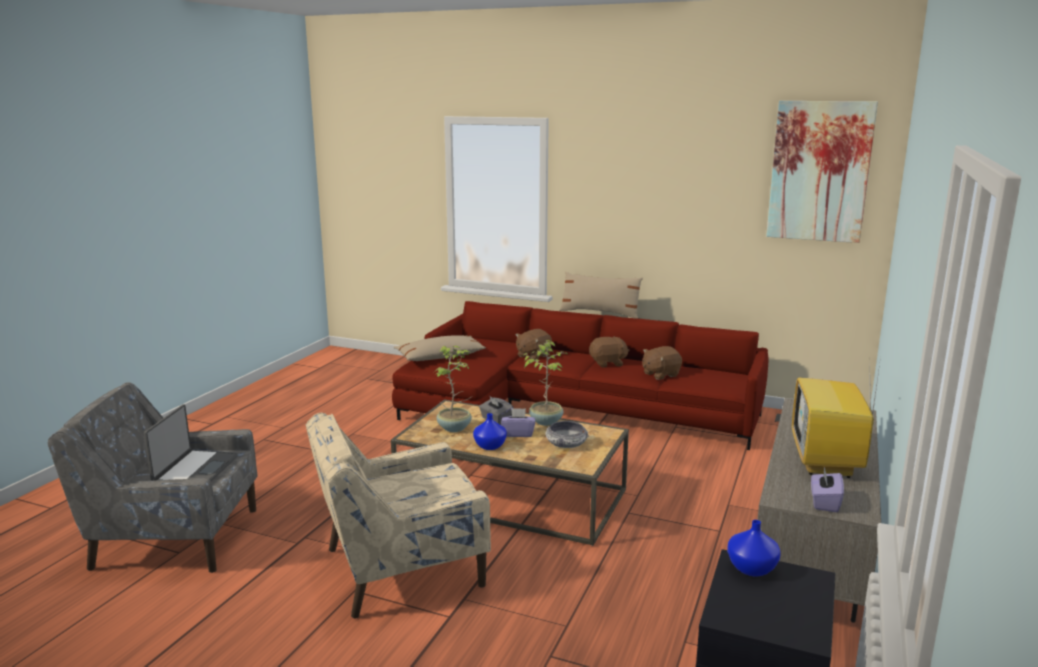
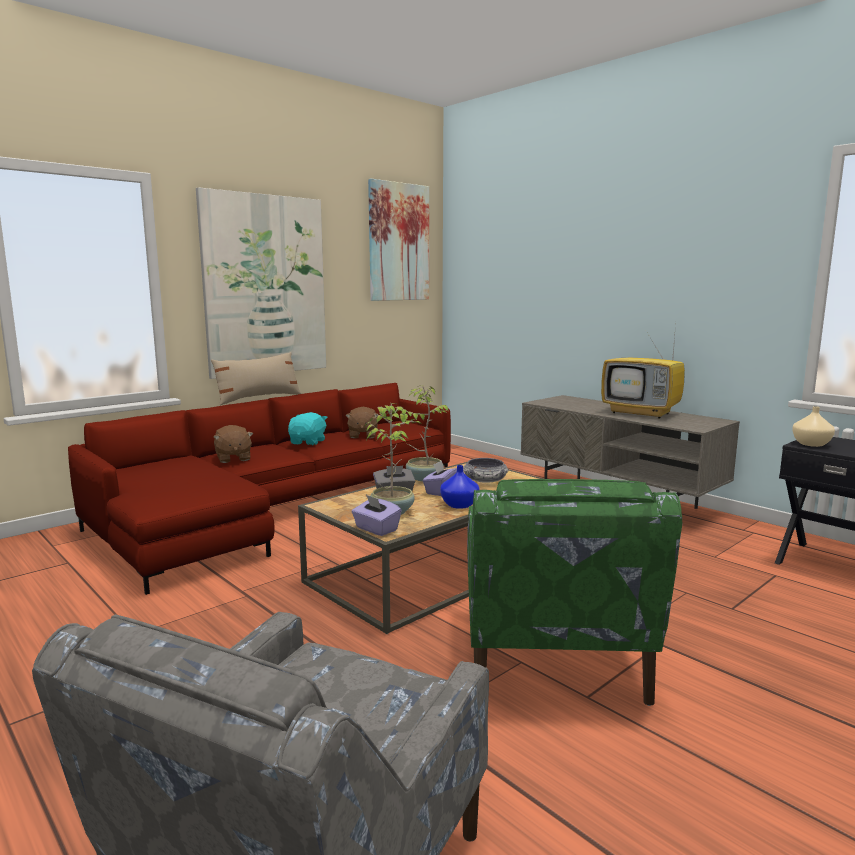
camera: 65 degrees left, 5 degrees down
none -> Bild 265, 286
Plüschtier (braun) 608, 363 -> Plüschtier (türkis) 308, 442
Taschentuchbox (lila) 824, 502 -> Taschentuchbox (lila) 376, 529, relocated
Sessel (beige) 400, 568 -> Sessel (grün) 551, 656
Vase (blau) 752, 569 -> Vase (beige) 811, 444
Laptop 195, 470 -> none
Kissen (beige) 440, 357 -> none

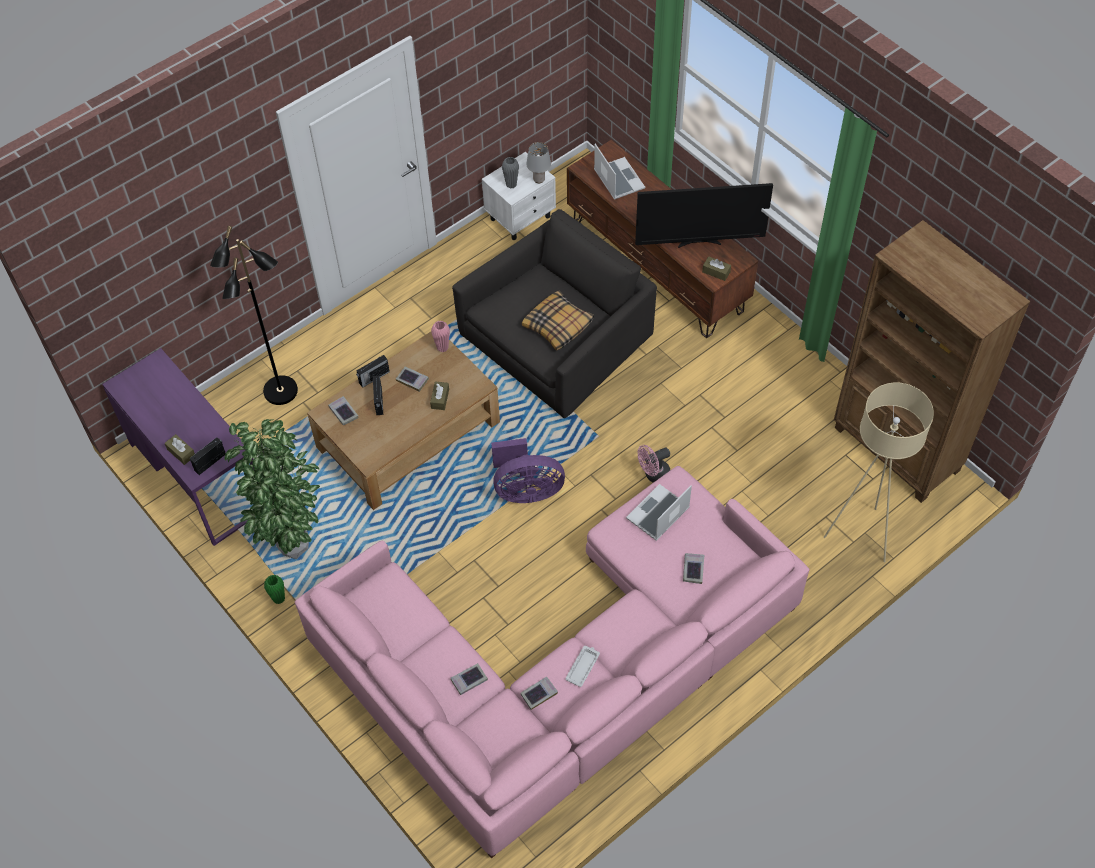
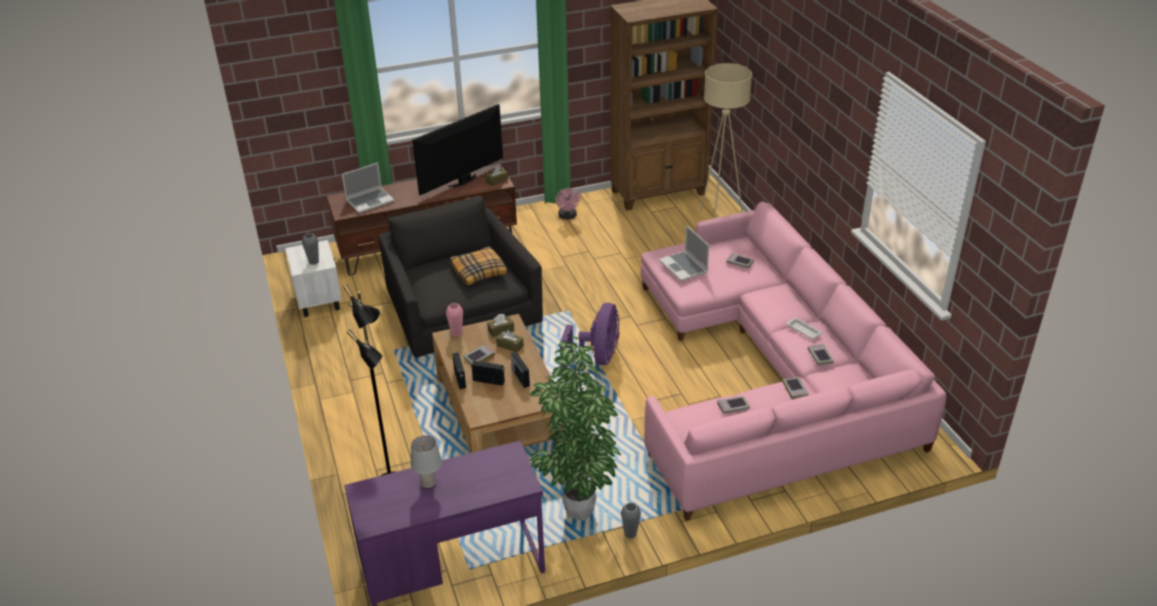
camera: 70 degrees left, 20 degrees down
Laptop 618, 179 -> Laptop 370, 201, 150 degrees clockwise
Tischlampe (grau) 539, 179 -> Tischlampe (grau) 428, 483, relocated
Fernseher 699, 242 -> Fernseher 463, 181, 150 degrees counterclockwise
Taschentuchbox (braun) 181, 452 -> Taschentuchbox (braun) 501, 330, relocated
Radio 211, 462 -> Radio 520, 377, relocated
Ventilator (rosa) 653, 475 -> Ventilator (rosa) 568, 216, relocated
Vase (grün) 279, 599 -> Vase (grau) 630, 534
Buch 343, 412 -> Buch 733, 407, relocated

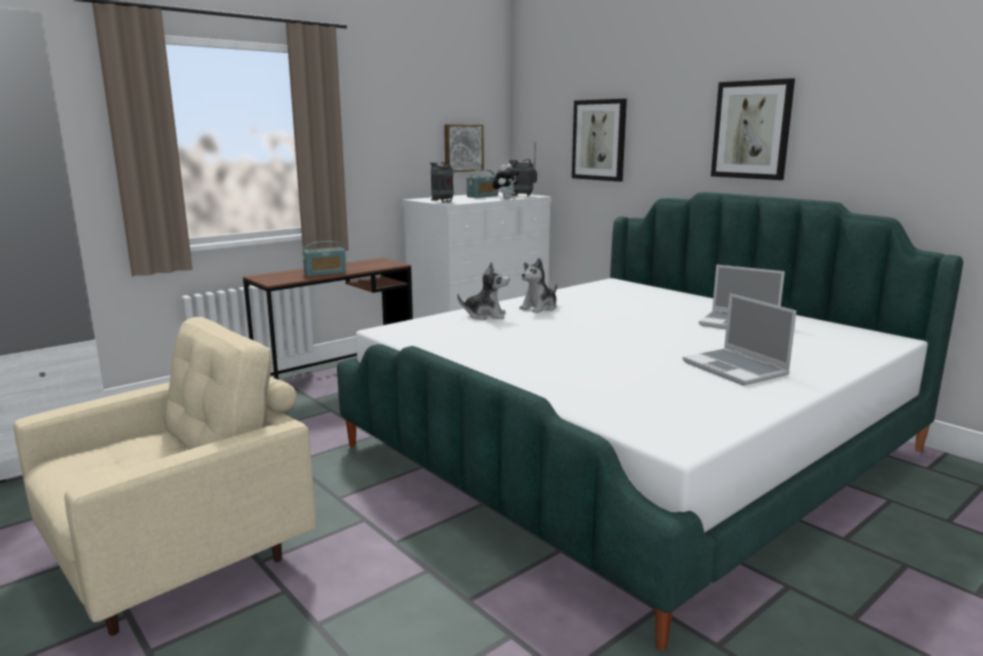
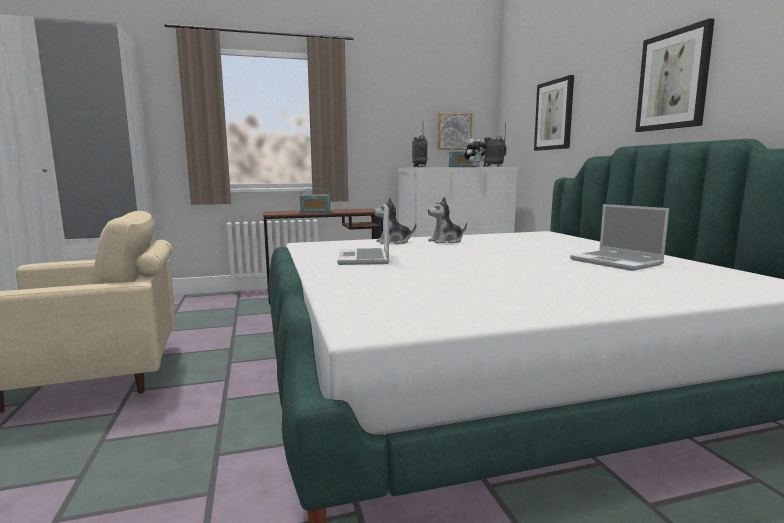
camera: 25 degrees right, 5 degrees down
Laptop 736, 369 -> Laptop 364, 258, relocated
Plüschtier 485, 315 -> Plüschtier 394, 242, 135 degrees clockwise

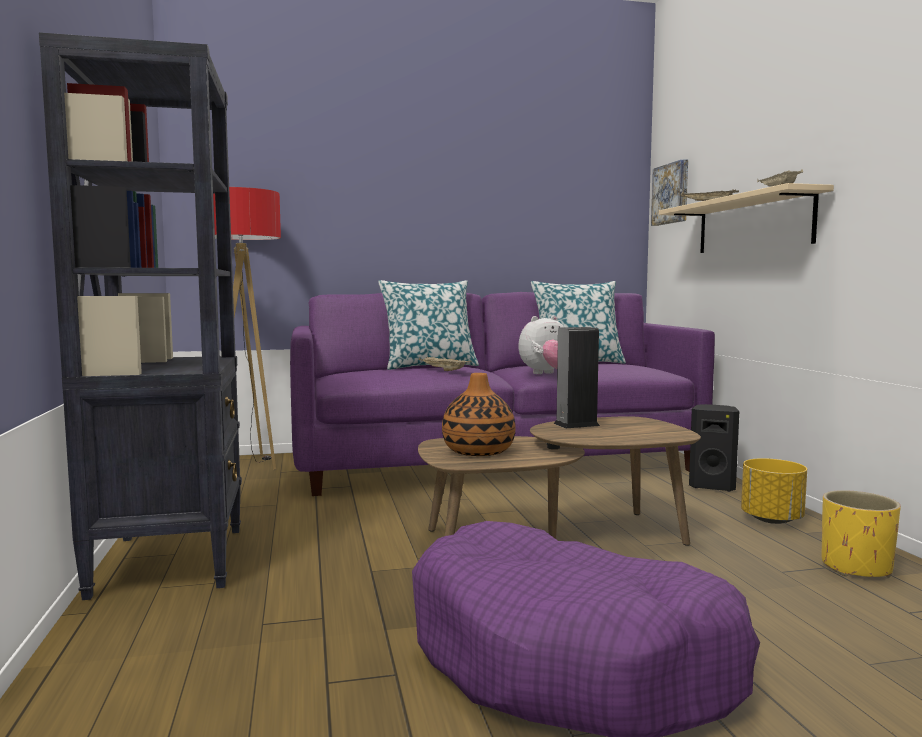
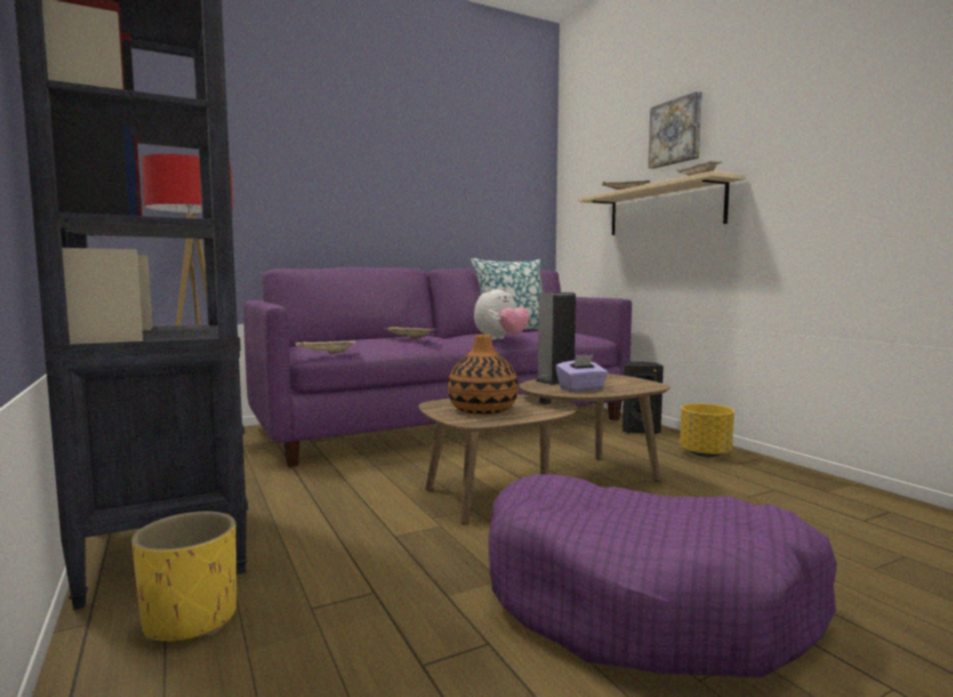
camera: 15 degrees left, 0 degrees up
Pflanzkübel (gelb) 856, 568 -> Pflanzkübel (gelb) 190, 620, relocated
none -> Tablett (beige) 326, 353
none -> Taschentuchbox (lila) 581, 389
Bild 672, 194 -> Bild 676, 132, relocated
Kissen 429, 366 -> none

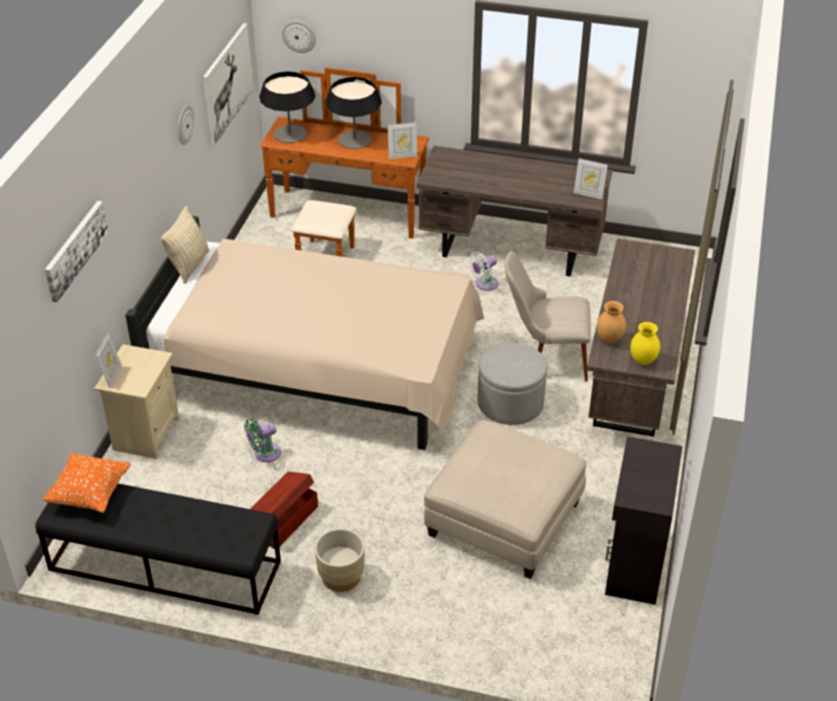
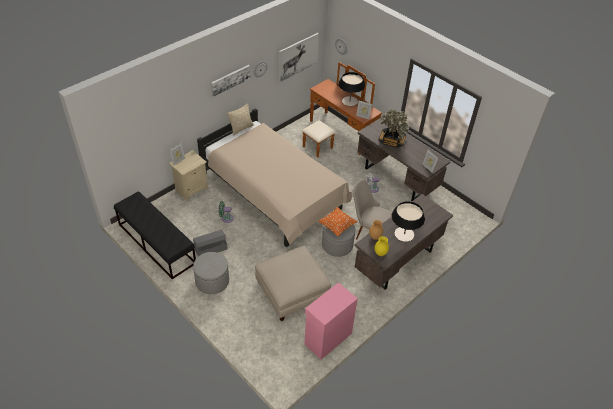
camera: 30 degrees right, 5 degrees up
Aufbewahrungsbox (braun) 283, 521 -> Aufbewahrungsbox (grau) 210, 248
Pflanzkübel (beige) 341, 577 -> Polsterhocker (grau) 212, 281
Bild 75, 249 -> Bild 230, 80, relocated
Schrank (schwarz) 634, 564 -> Schrank (rosa) 327, 338
Kissen (orange) 90, 494 -> Kissen (orange) 337, 226, relocated
none -> Topfpflanze 391, 141
Tischlampe 290, 134 -> Tischlampe 404, 234, relocated

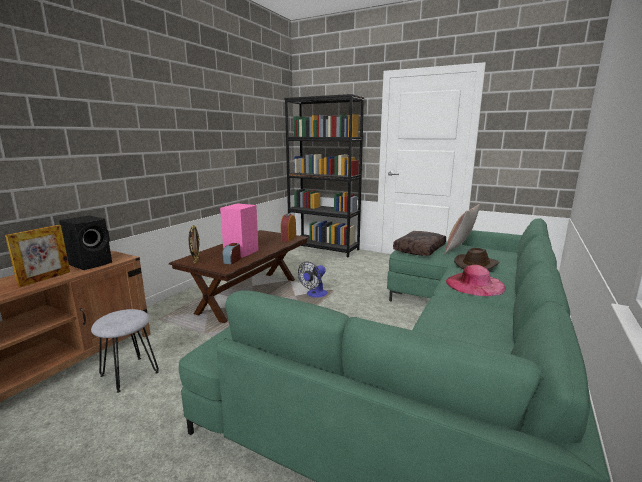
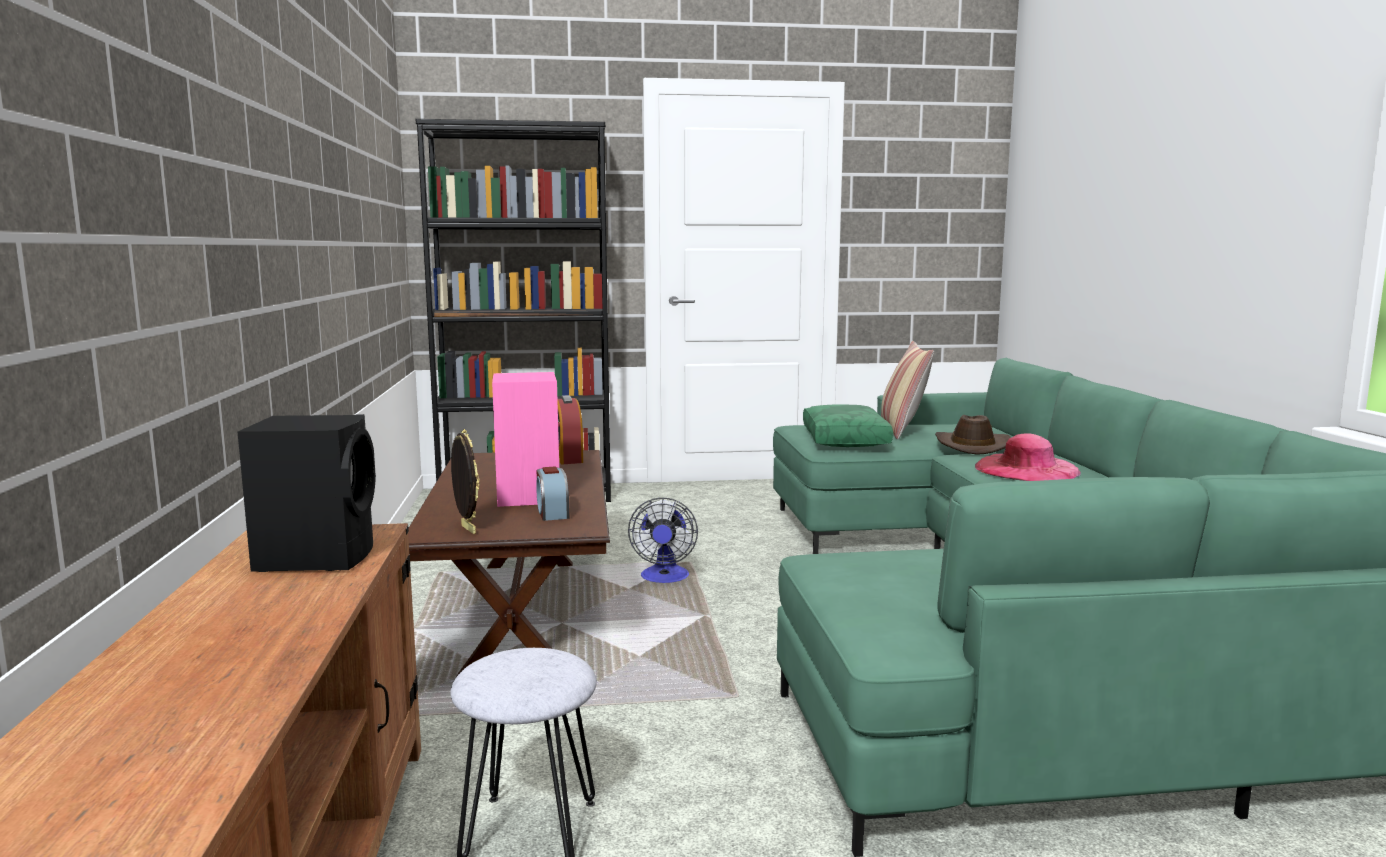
camera: 35 degrees left, 5 degrees down
Kissen (braun) 420, 249 -> Kissen (grün) 846, 439
Bilderrahmen 45, 279 -> none

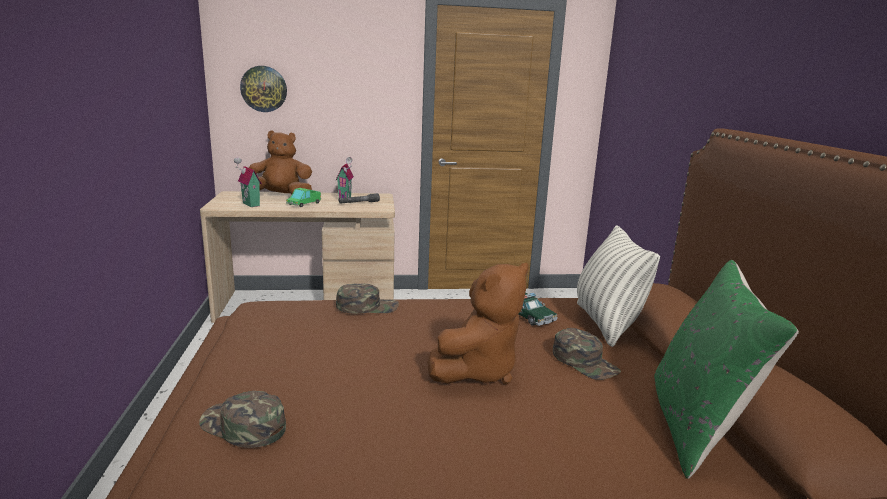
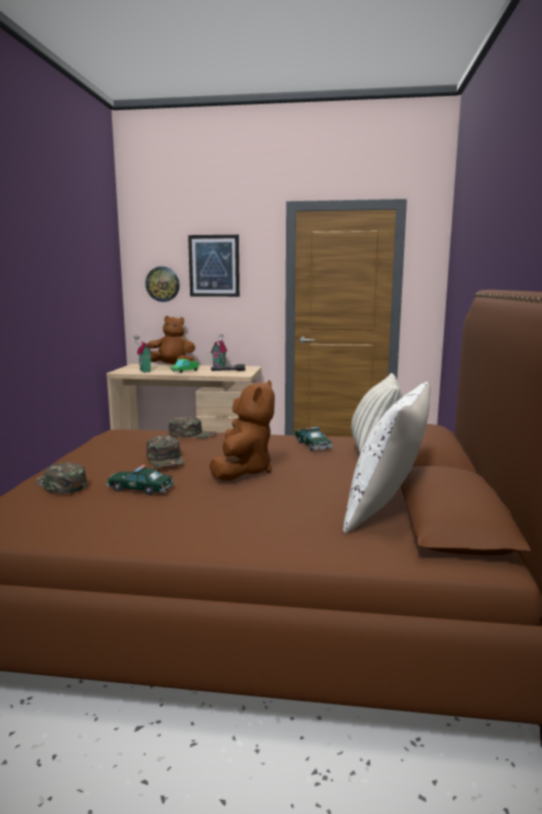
camera: 15 degrees right, 5 degrees down
none -> Spielzeugauto 140, 489
Kappe (grün) 585, 362 -> Kappe (grün) 166, 459, relocated
none -> Bild 214, 266
Plüschtier (braun) 478, 370 -> Plüschtier (braun) 242, 471, 45 degrees counterclockwise
Kissen (grün) 697, 425 -> Kissen (weiß) 386, 510

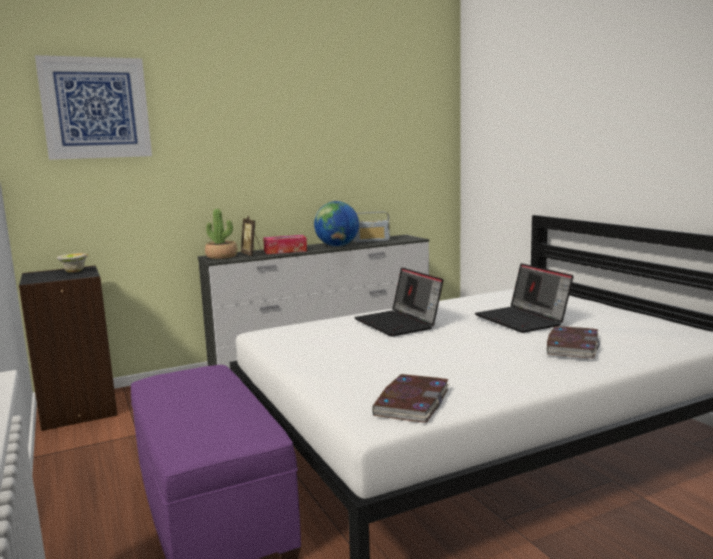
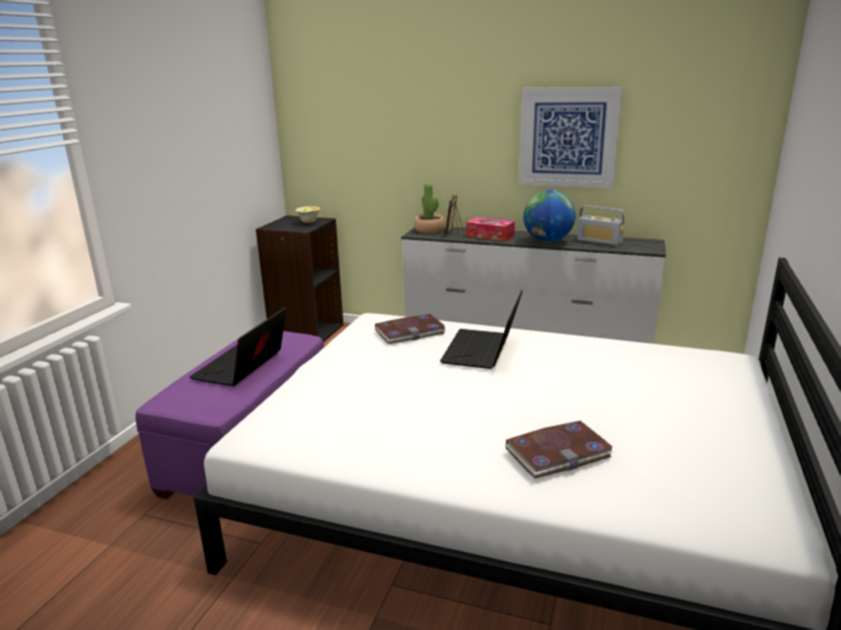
camera: 45 degrees right, 10 degrees up
Laptop 523, 320 -> Laptop 242, 367, relocated
Buch 411, 402 -> Buch 410, 332, relocated
Bild 96, 108 -> Bild 568, 137, relocated

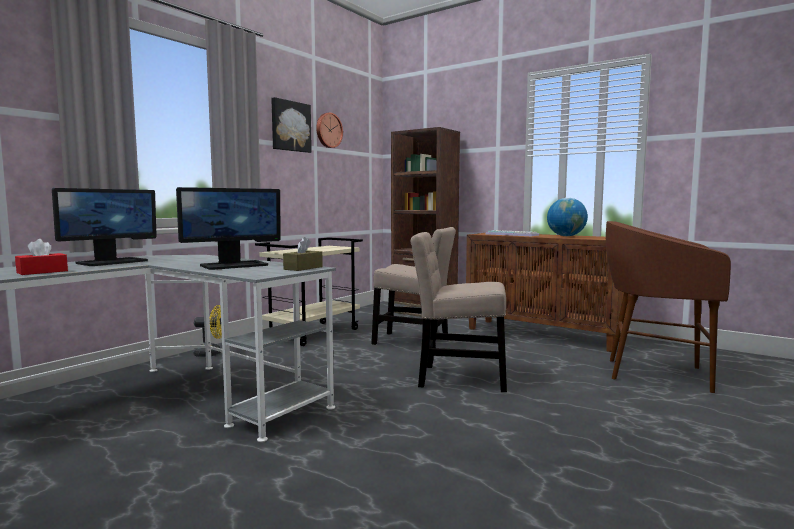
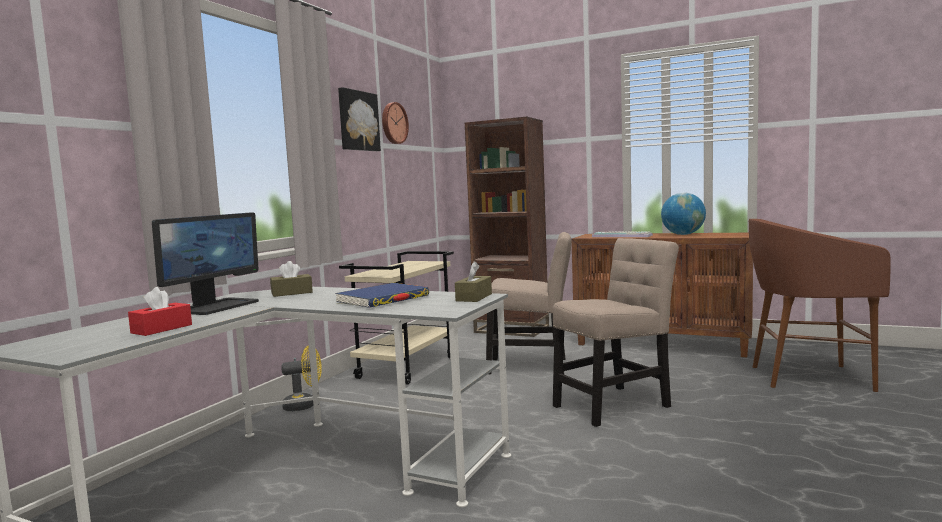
camera: 10 degrees left, 0 degrees up
none -> Taschentuchbox (braun) 292, 293
Monitor 234, 265 -> Buch (blau) 383, 300
Stuhl (beige) 457, 378 -> Stuhl (beige) 615, 404, 150 degrees clockwise

